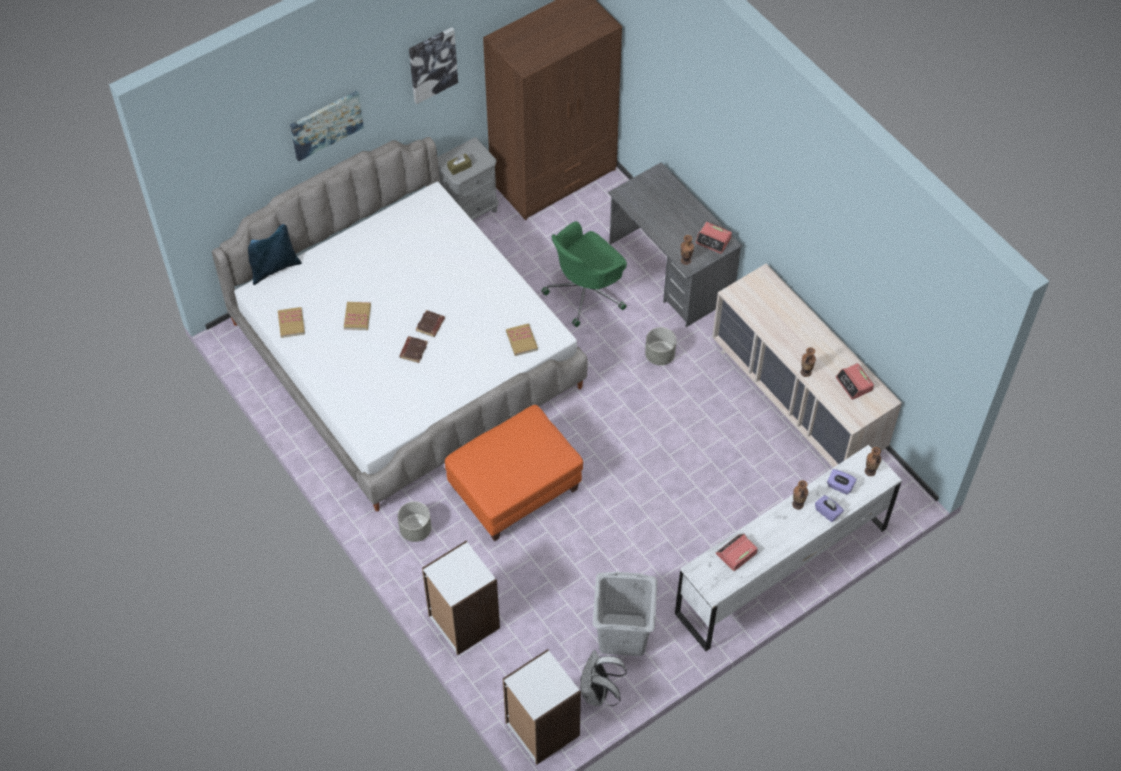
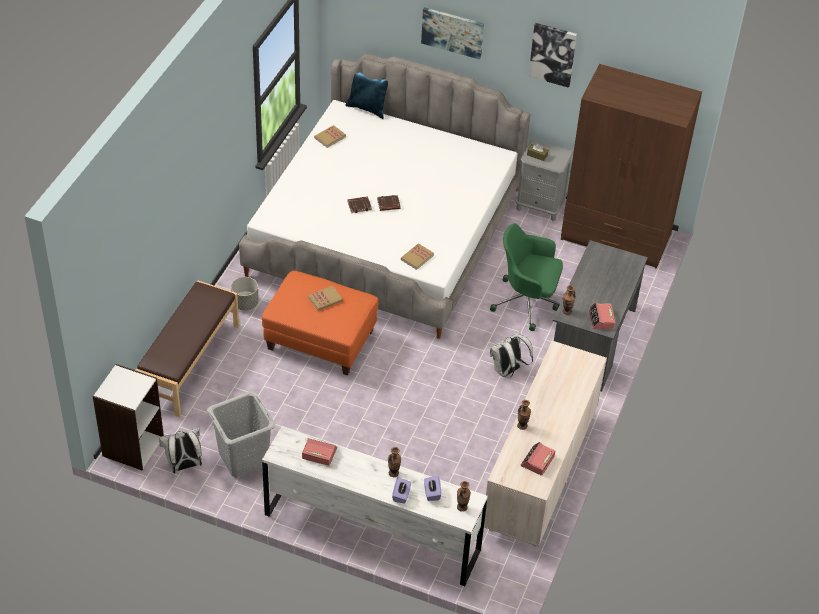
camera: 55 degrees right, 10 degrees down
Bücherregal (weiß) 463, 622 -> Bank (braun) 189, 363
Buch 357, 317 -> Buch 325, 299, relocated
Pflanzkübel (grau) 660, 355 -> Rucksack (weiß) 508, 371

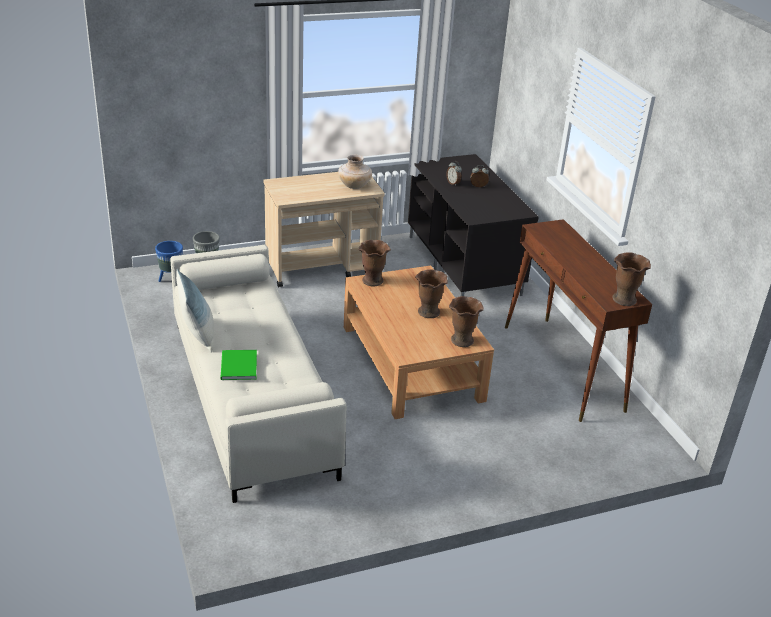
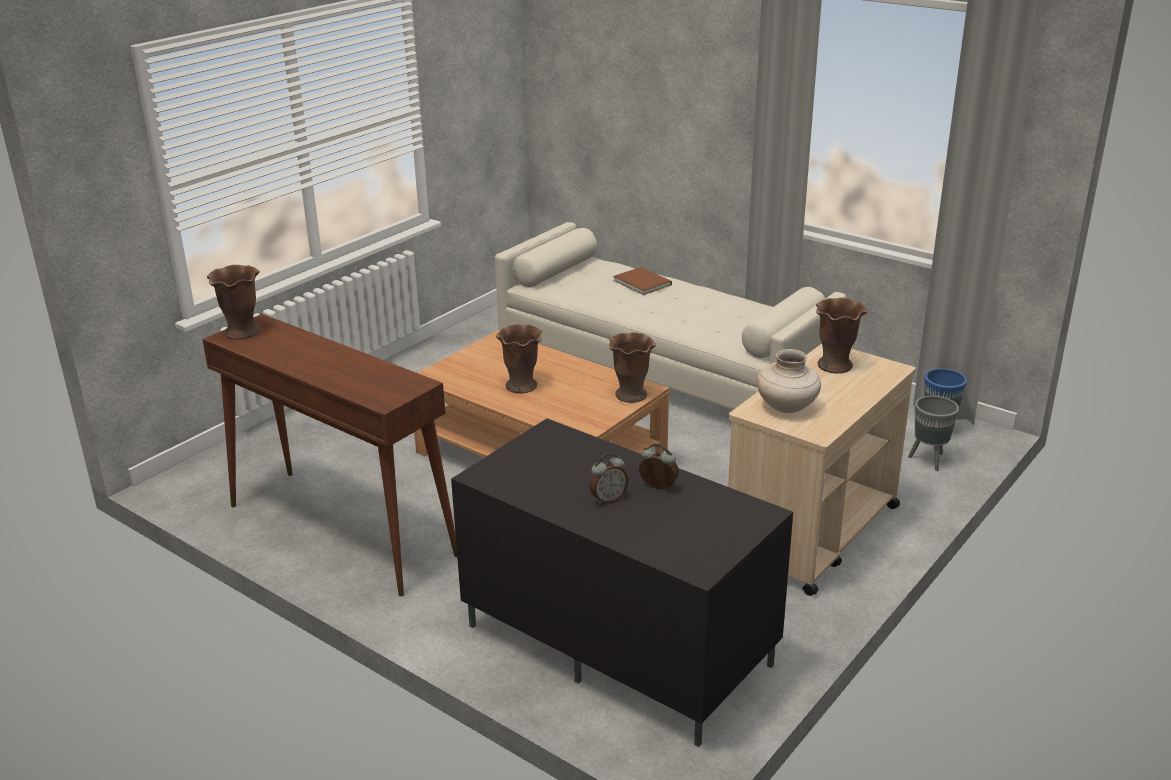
camera: 150 degrees right, 5 degrees down
Buch (grün) 237, 367 -> Buch (braun) 642, 282
Vase (braun) 462, 340 -> Vase (braun) 835, 365, relocated
Kissen 198, 335 -> none

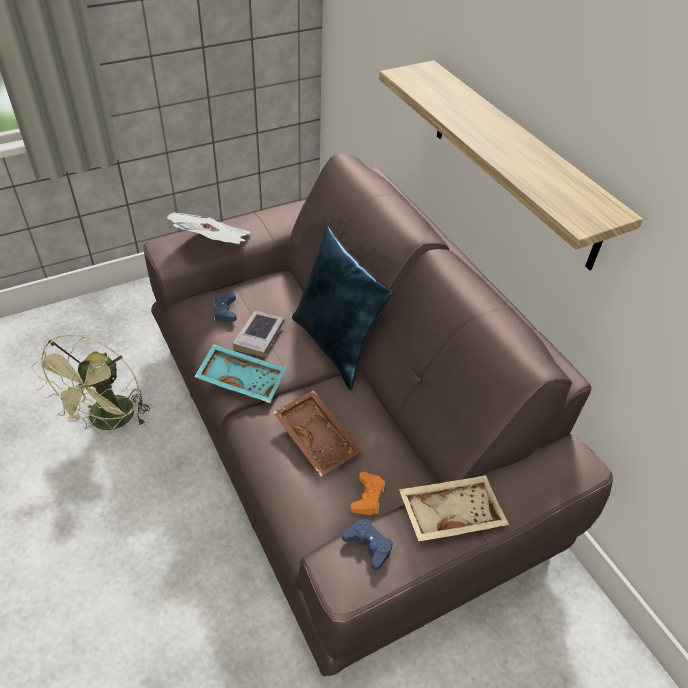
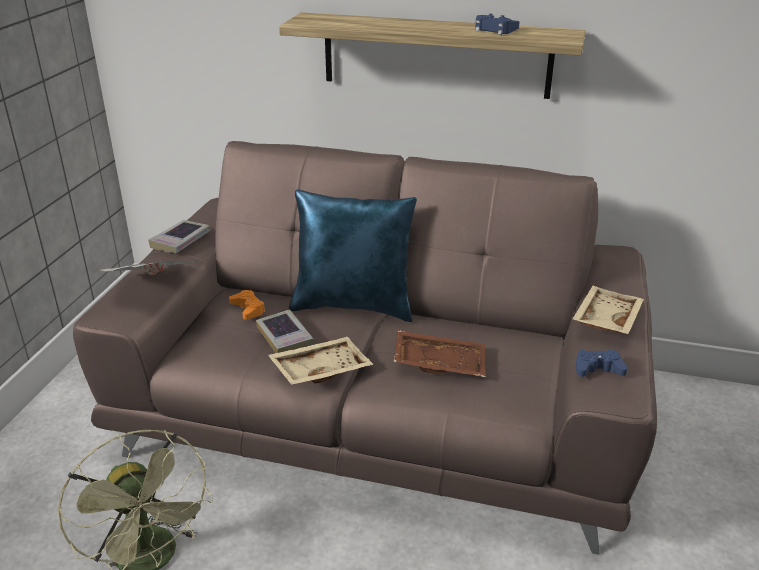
camera: 45 degrees left, 15 degrees down
none -> Buch 181, 240
Gamepad (orange) 368, 497 -> Gamepad (orange) 248, 309, relocated
Tablett (türkis) 242, 379 -> Tablett (beige) 320, 369
Gamepad (blau) 225, 311 -> Gamepad (blau) 494, 30, relocated

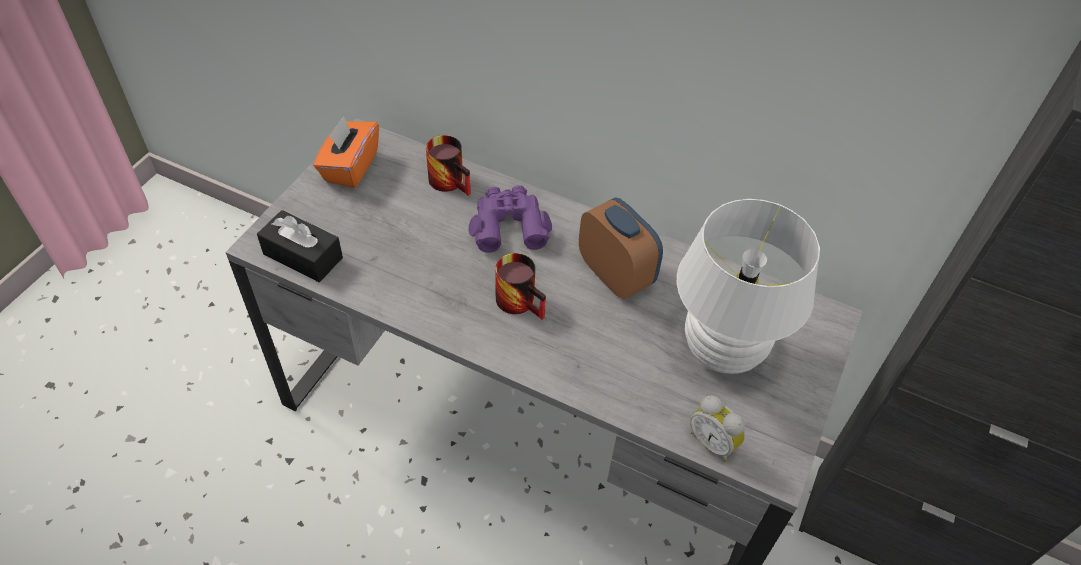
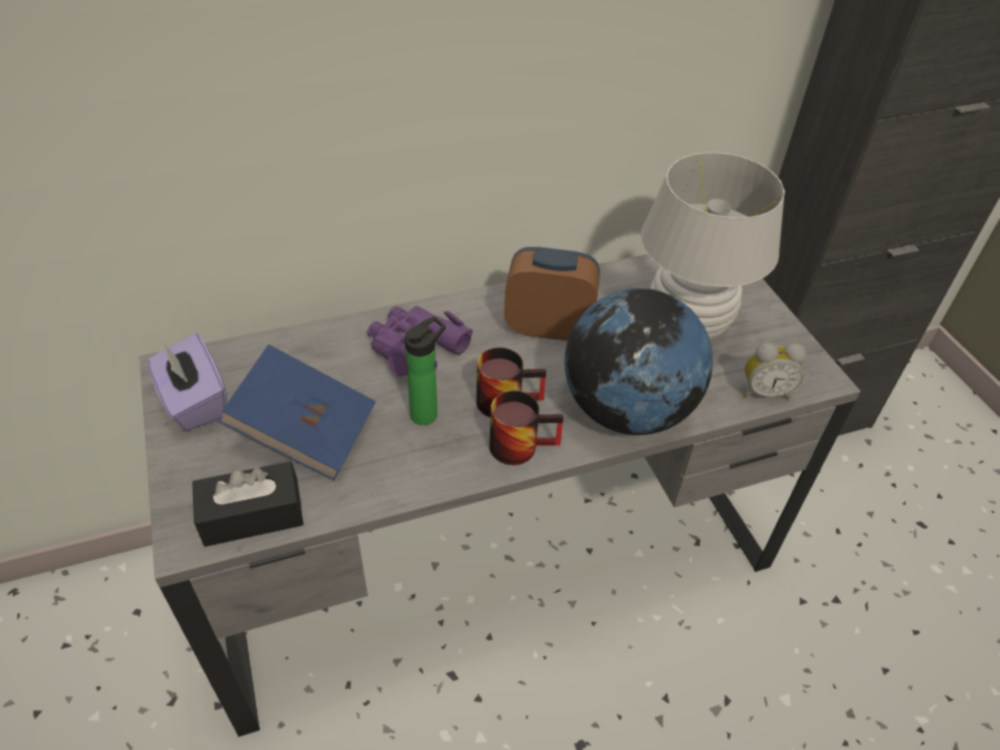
camera: 45 degrees left, 5 degrees down
Taschentuchbox (orange) 350, 167 -> Taschentuchbox (lila) 194, 402
none -> Buch (blau) 305, 431
none -> Flasche 427, 413
Henkelbecher 452, 181 -> Henkelbecher 521, 443, relocated
none -> Globus 626, 410

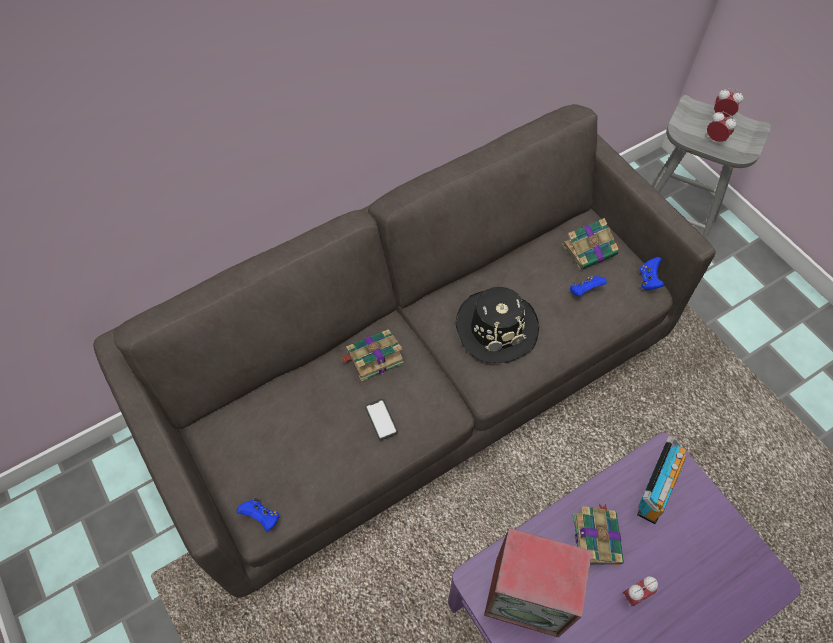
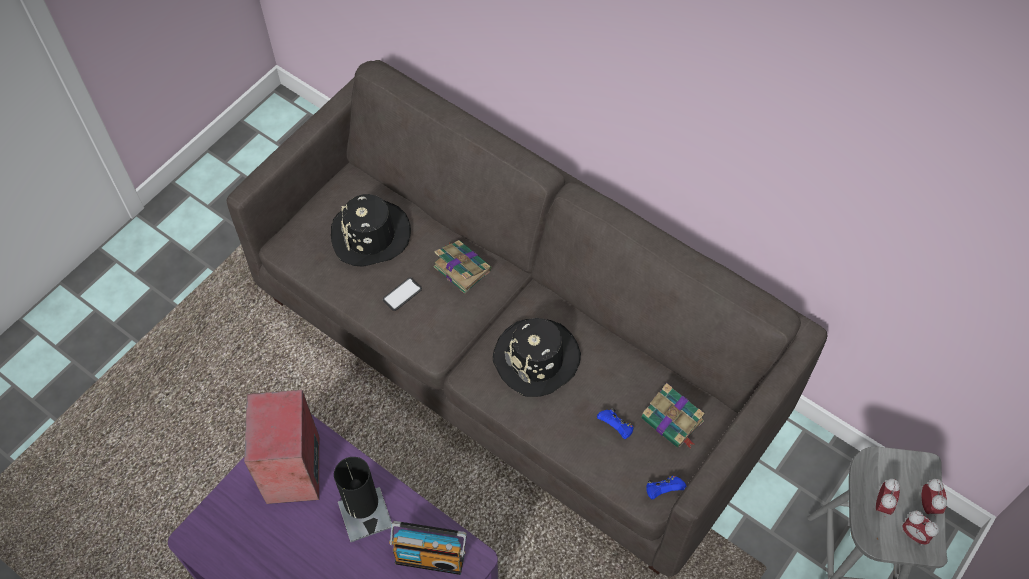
camera: 70 degrees right, 0 degrees up
none -> Hut (schwarz) 370, 235
Buch 596, 537 -> Tischlampe (schwarz) 365, 514
Wecker 635, 595 -> Wecker 914, 534, relocated
Gamepad (blau) 261, 517 -> none

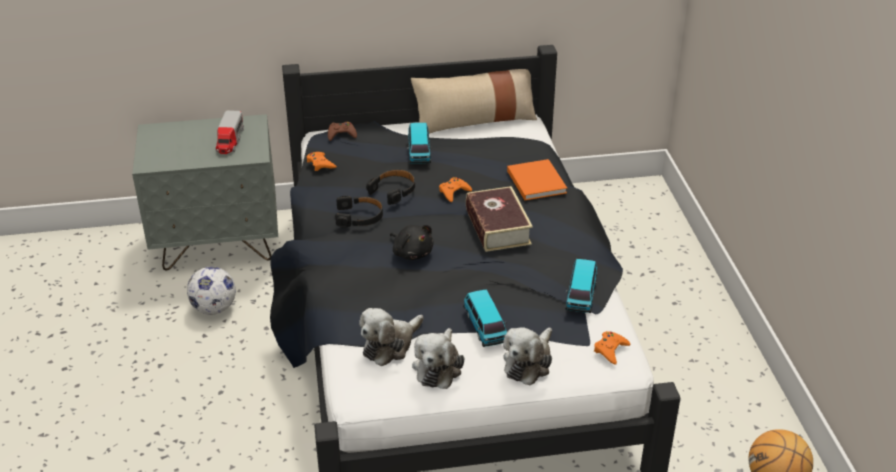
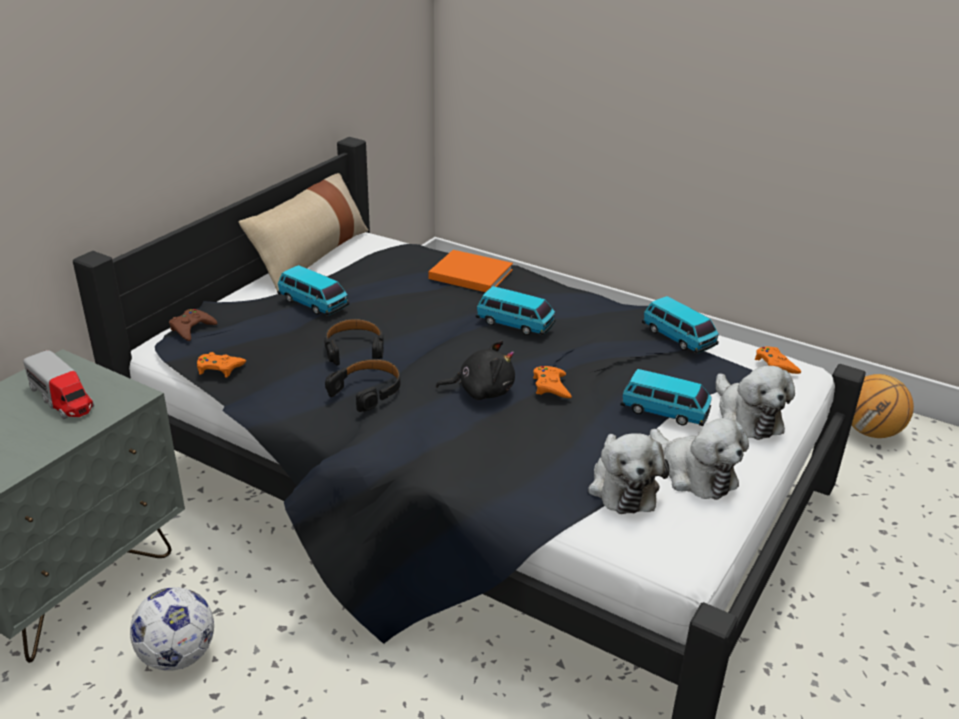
camera: 50 degrees left, 5 degrees down
Buch 497, 227 -> Spielzeugauto 515, 324
Gamepad (orange) 454, 192 -> Gamepad (orange) 551, 386, relocated

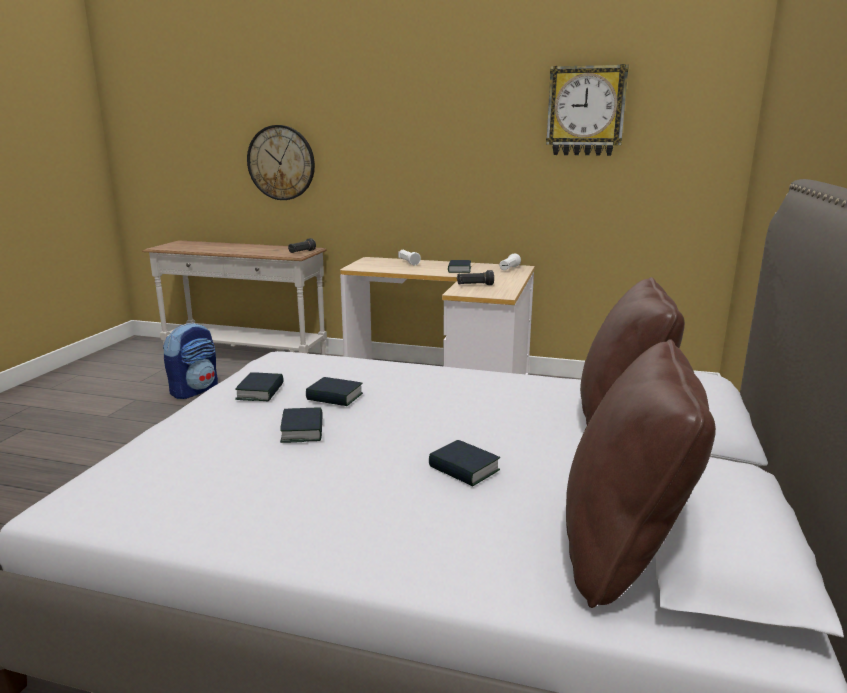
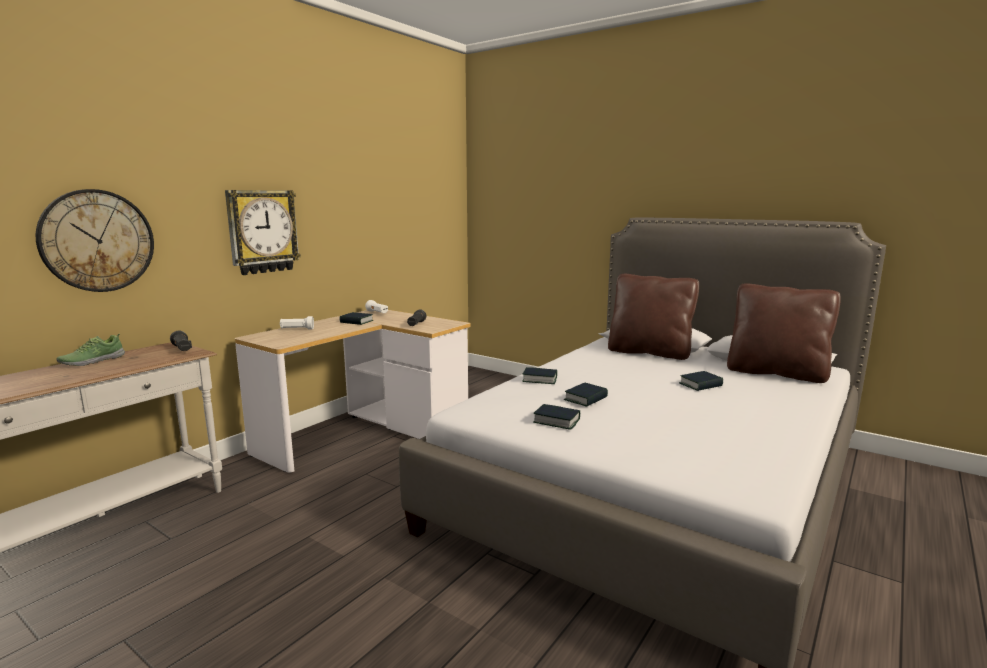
camera: 70 degrees left, 5 degrees down
none -> Schuh 92, 361
Wanduhr 585, 111 -> Wanduhr 262, 231, relocated
Buch 302, 430 -> Buch 539, 379, relocated
Rucksack 195, 390 -> none

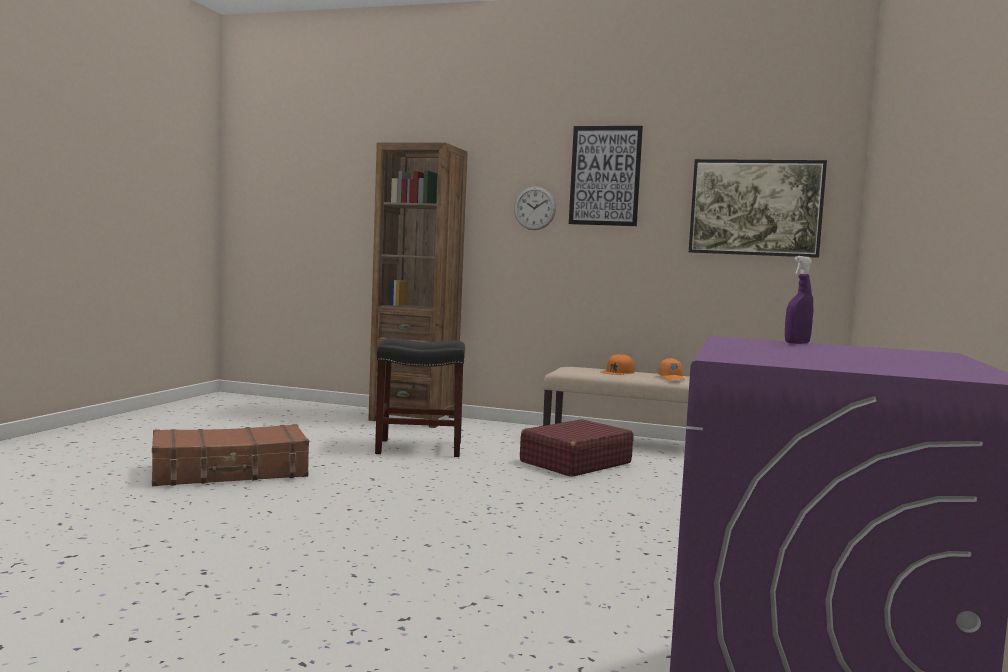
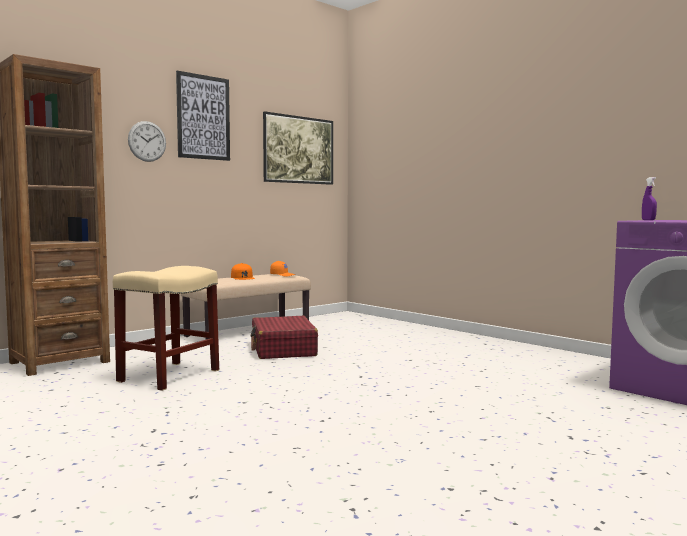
camera: 60 degrees left, 0 degrees up
Hocker (schwarz) 420, 448 -> Hocker (beige) 169, 375
Koffer (braun) 230, 472 -> none

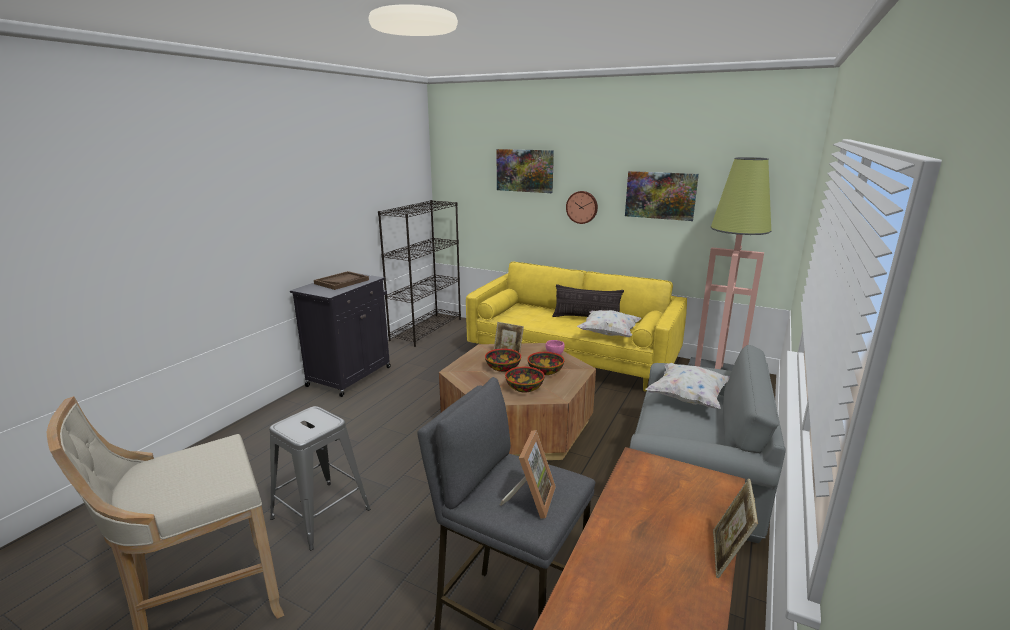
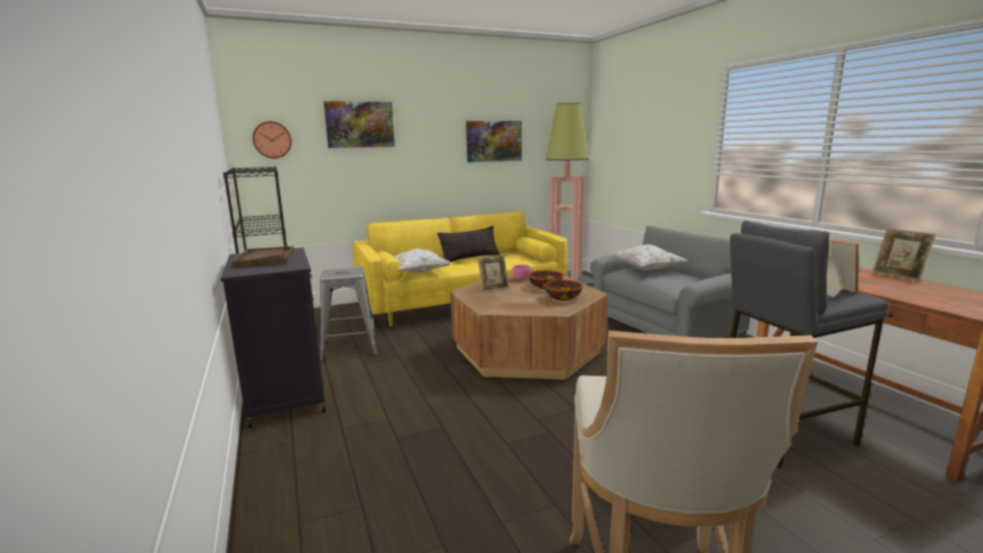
camera: 50 degrees left, 5 degrees down
Wanduhr 582, 207 -> Wanduhr 272, 140, relocated
Hocker (grau) 321, 514 -> Hocker (grau) 350, 347, relocated
Kissen (weiß) 608, 334 -> Kissen (weiß) 418, 273, relocated
Schüssel 502, 367 -> none

